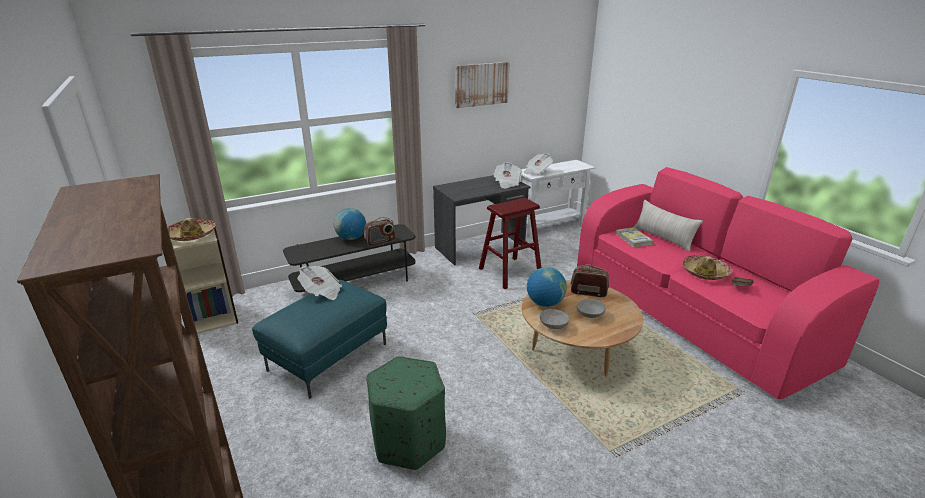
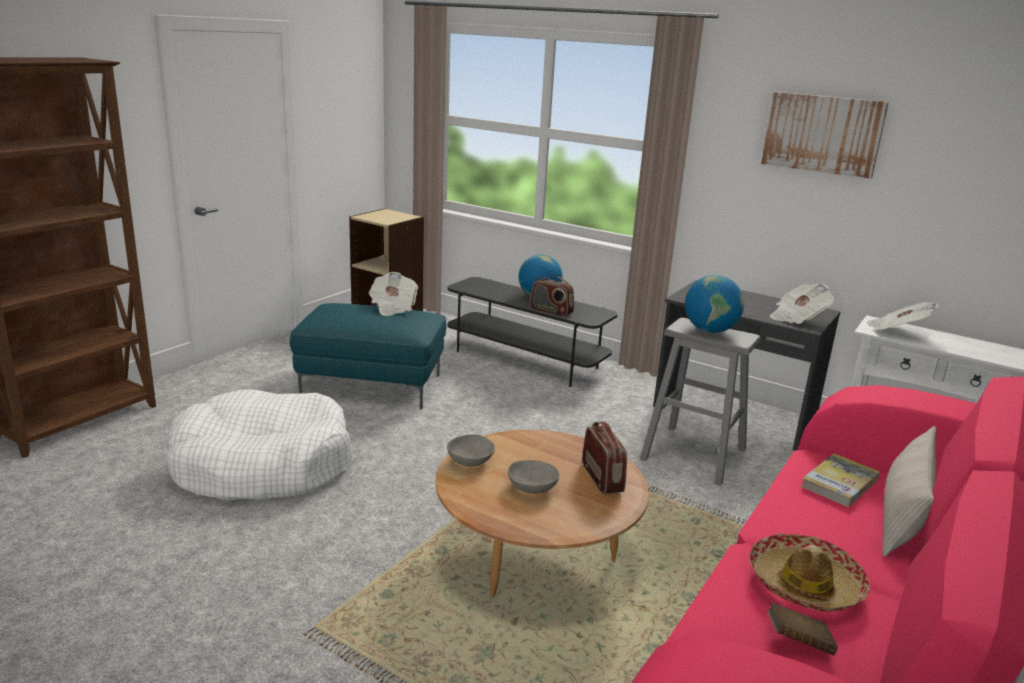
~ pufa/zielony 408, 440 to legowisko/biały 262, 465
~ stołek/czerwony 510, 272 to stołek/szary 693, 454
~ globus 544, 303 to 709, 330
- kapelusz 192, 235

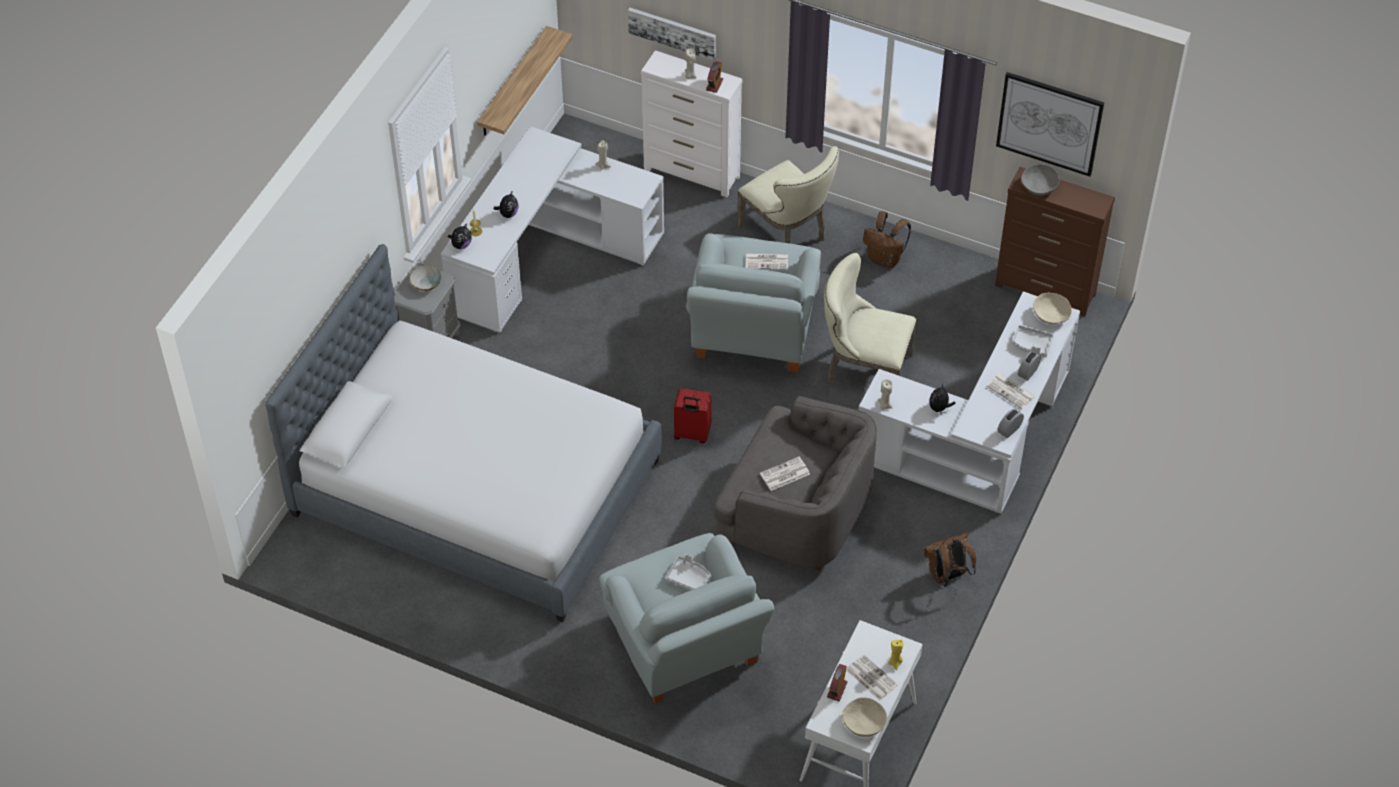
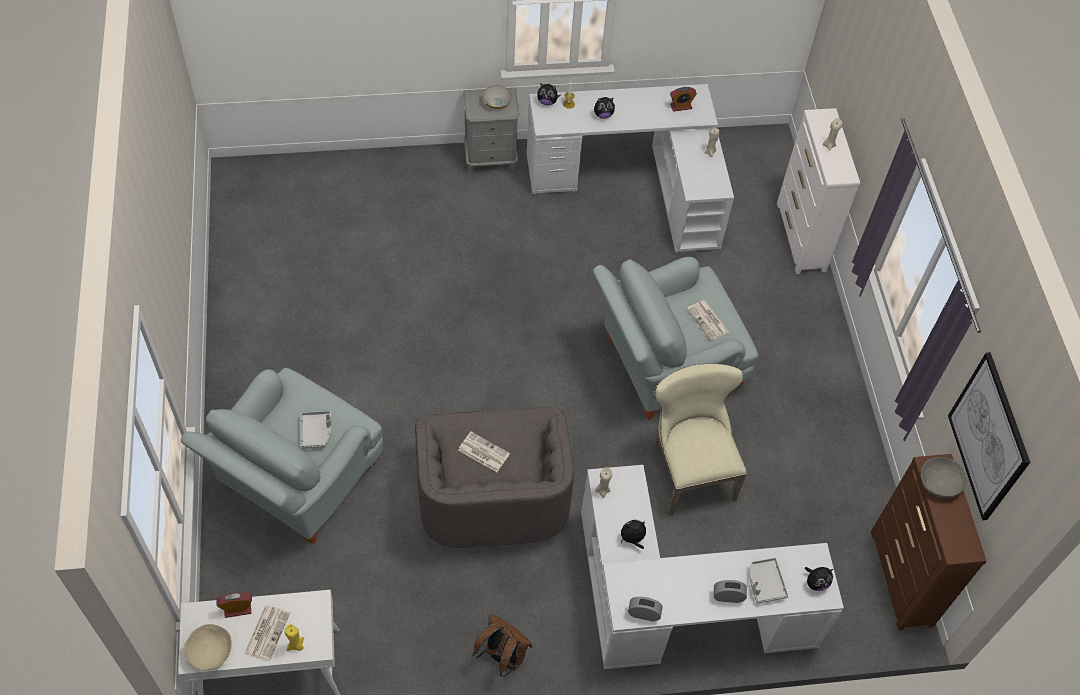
~ budzik 714, 85 to 681, 106
~ miska/beżowy 1051, 315 to pluszak 816, 583
- łóżko 476, 487
- półka 513, 83
- obraz 672, 32
- walizka/czerwony 692, 434
- krzesło/beżowy 787, 234
- plecak/brązowy 885, 259
- gazeta 1011, 391

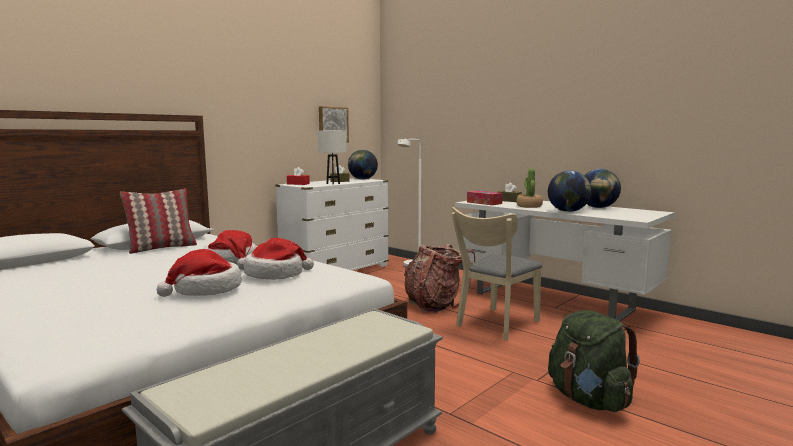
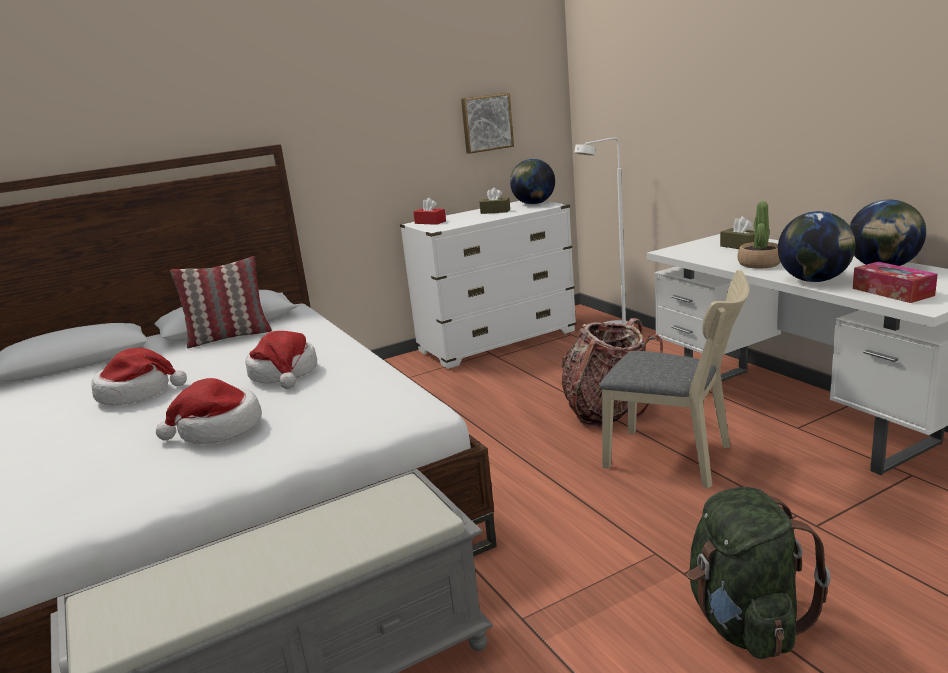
~ kapelusz 276, 274 to 136, 393
~ krzesło/beżowy 495, 325 = 677, 458 120 degrees counterclockwise
~ pudełko chusteczek 484, 203 to 892, 292
- lampa stołowa/biały 333, 184

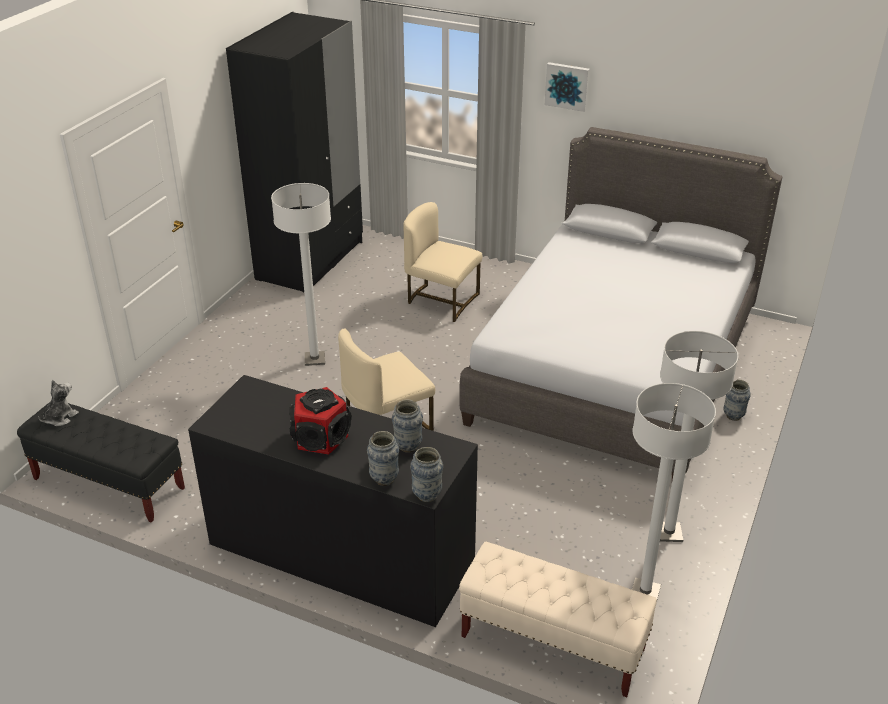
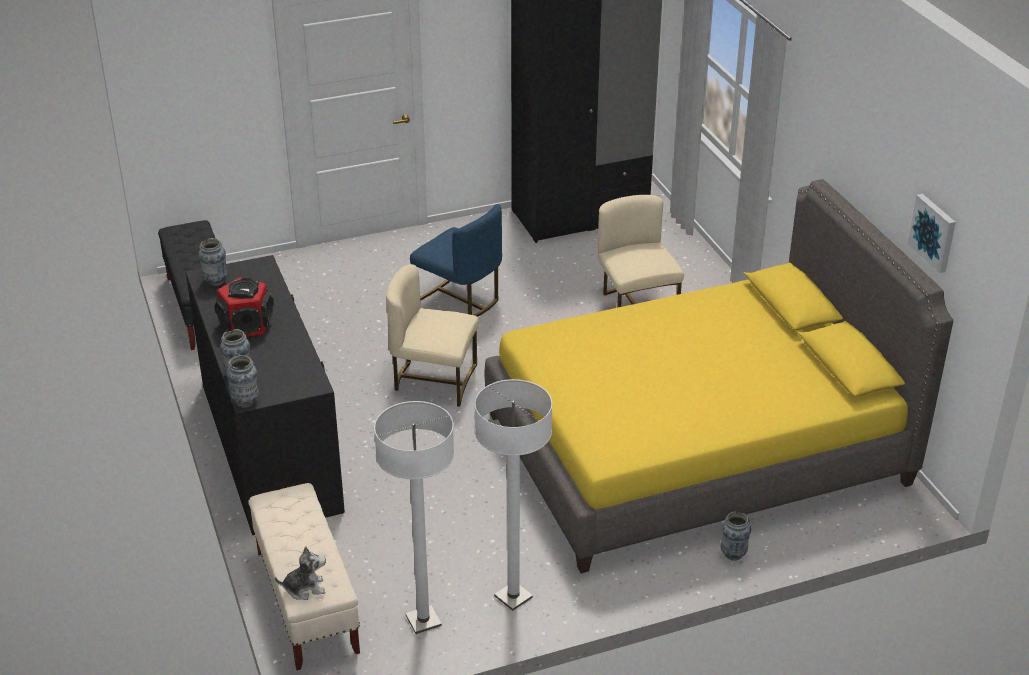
~ wazon 408, 446 to 215, 281
~ pluszak 60, 417 to 304, 588
~ lampa stojąca/biały 315, 359 to krzesło/niebieski 459, 299
~ łóżko/szary 614, 367 to łóżko/żółty 695, 448
~ obraz 567, 86 to 934, 232

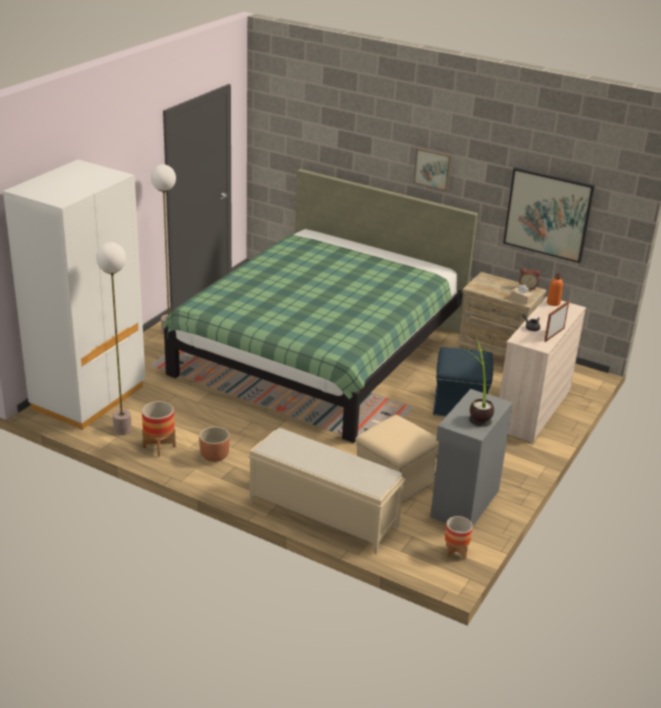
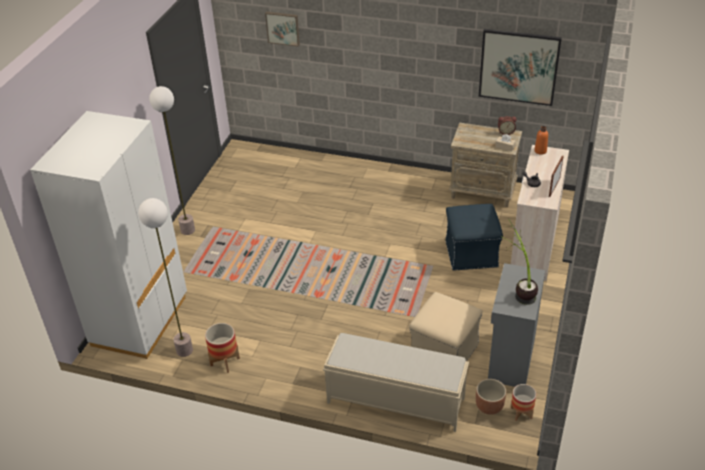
~ obraz 433, 168 to 283, 28
~ donica/brązowy 215, 456 to 489, 406
- łóżko/zielony 319, 352

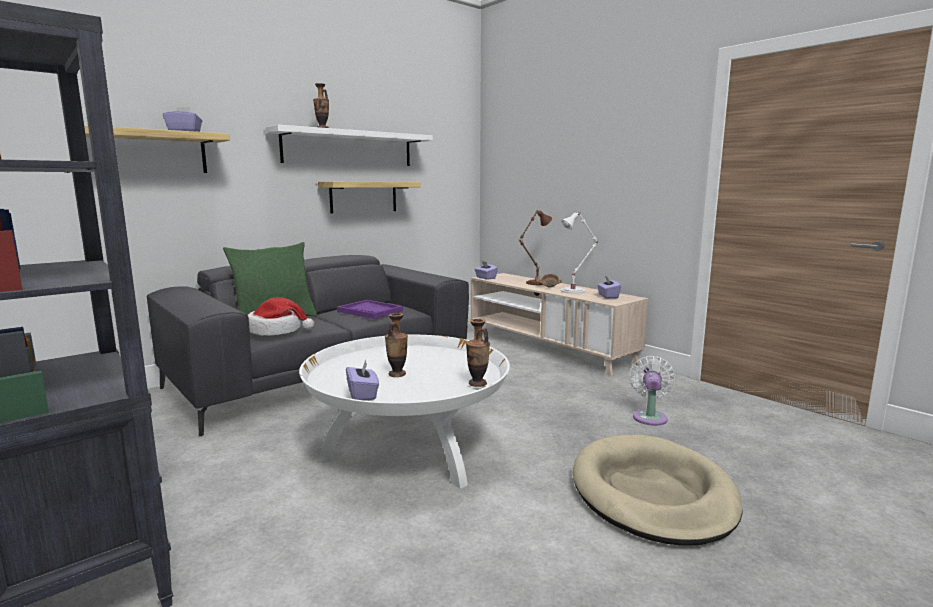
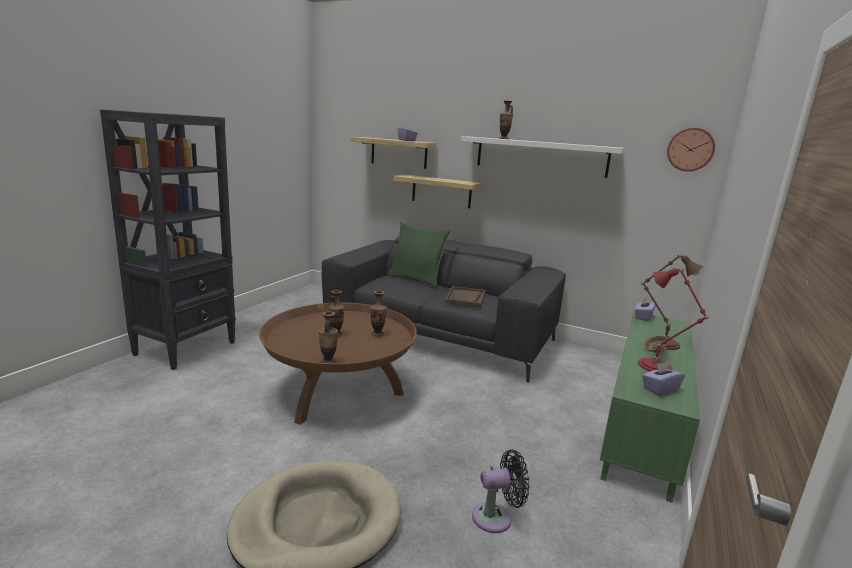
~ ława/biały 408, 451 to ława/brązowy 339, 392
+ wazon 377, 334
~ półka 363, 197 to 441, 191
~ taca/fioletowy 370, 311 to taca/brązowy 465, 298
~ wentylator/biały 649, 416 to wentylator/czarny 496, 517
~ szafka pod telewizor/beżowy 548, 347 to szafka pod telewizor/zielony 643, 423
~ lampa stołowa/biały 574, 291 to lampa stołowa/czerwony 657, 367
+ zegar ścienny 690, 149
- kapelusz 276, 331
- pudełko chusteczek/fioletowy 363, 394

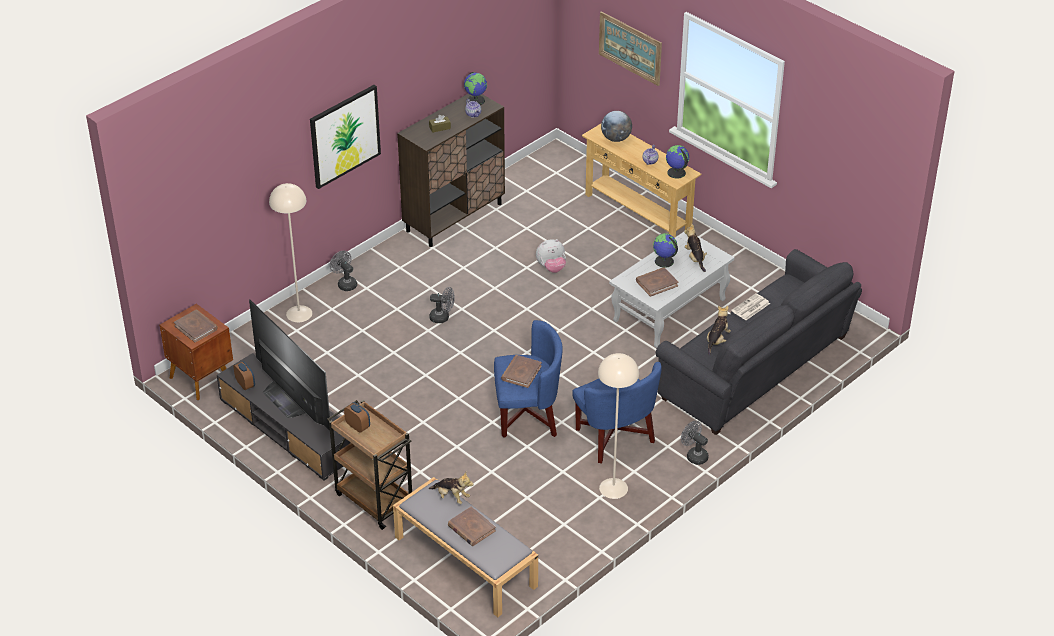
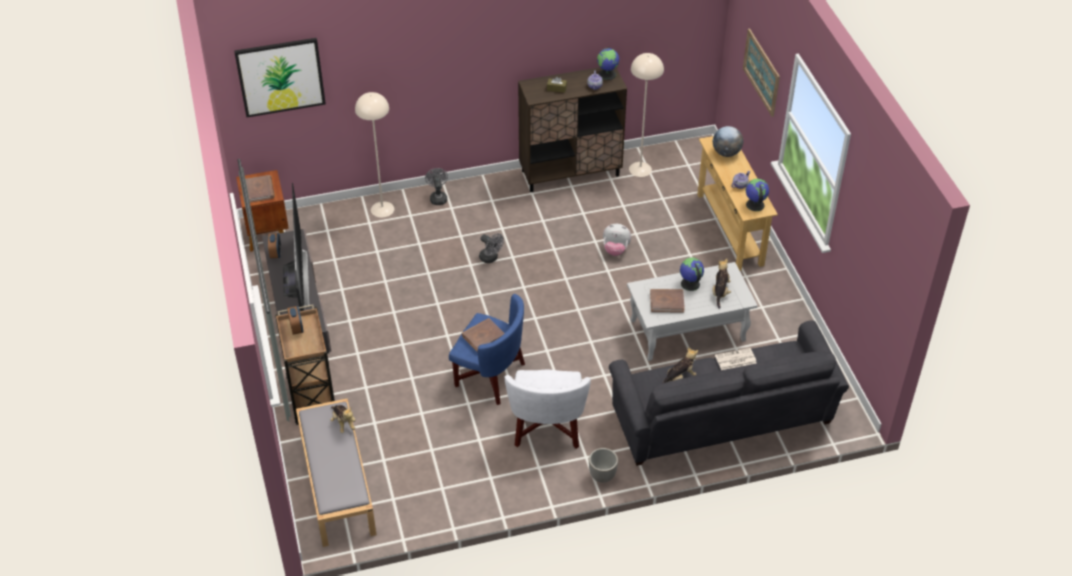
~ obraz 344, 136 to 280, 76
~ fotel/niebieski 614, 437 to fotel/biały 547, 427
~ wentylator/szary 694, 455 to donica 602, 476
~ lampa stojąca/beżowy 614, 488 to 640, 169
- książka/brązowy 471, 528

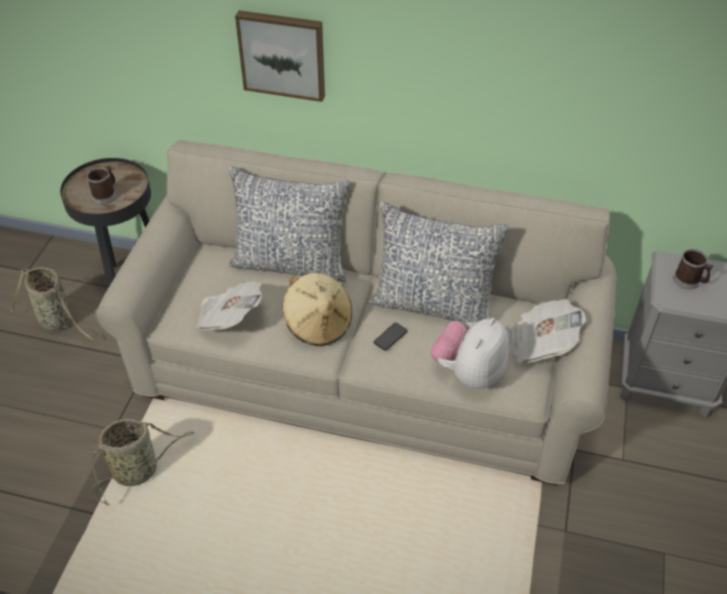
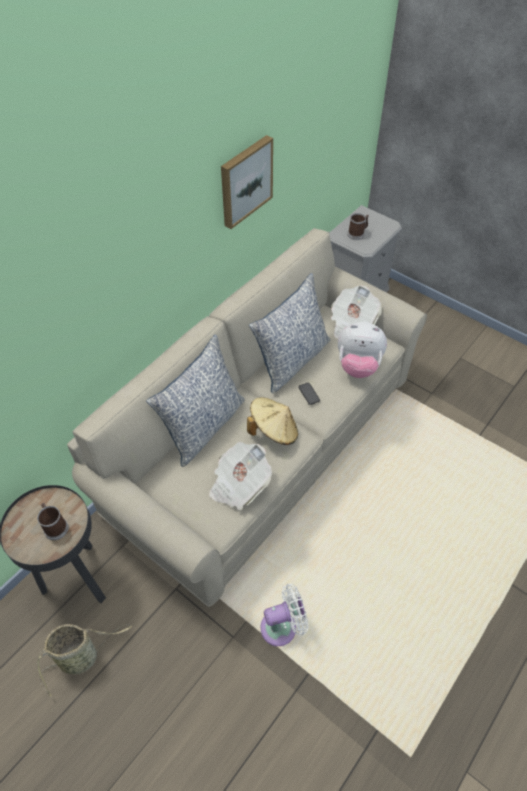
~ obraz 283, 54 to 245, 181
~ koszyk 139, 470 to wentylator/biały 282, 627
~ pluszak 468, 372 = 358, 366 45 degrees counterclockwise

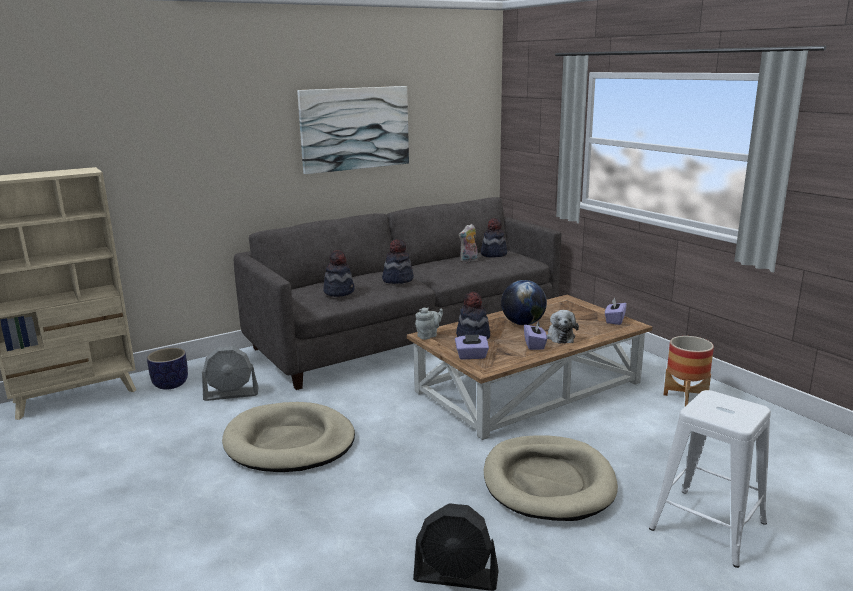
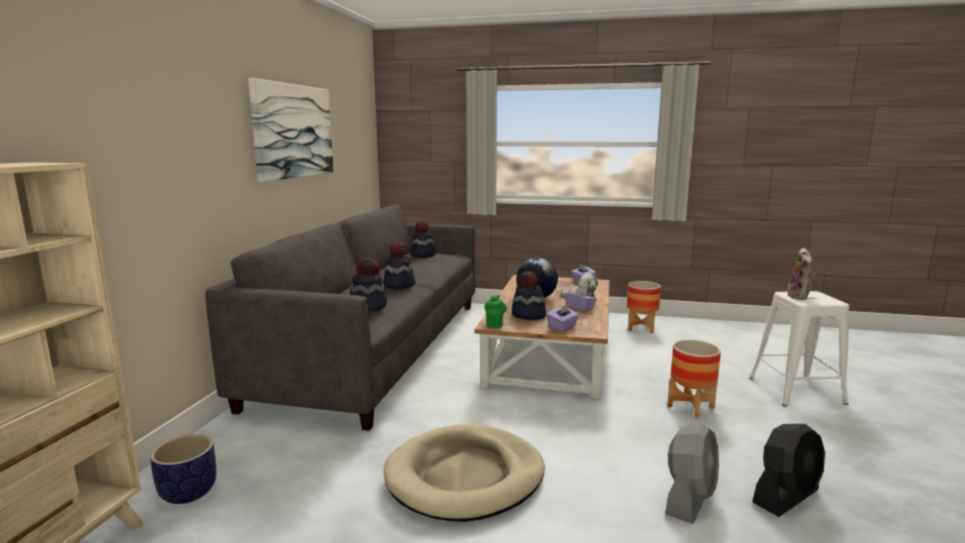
~ imbryk/szary 428, 336 to imbryk/zielony 495, 324
~ wentylator/szary 231, 394 to 689, 498
~ legowisko/beżowy 548, 482 to donica 690, 407
~ pluszak 469, 261 to 800, 297

